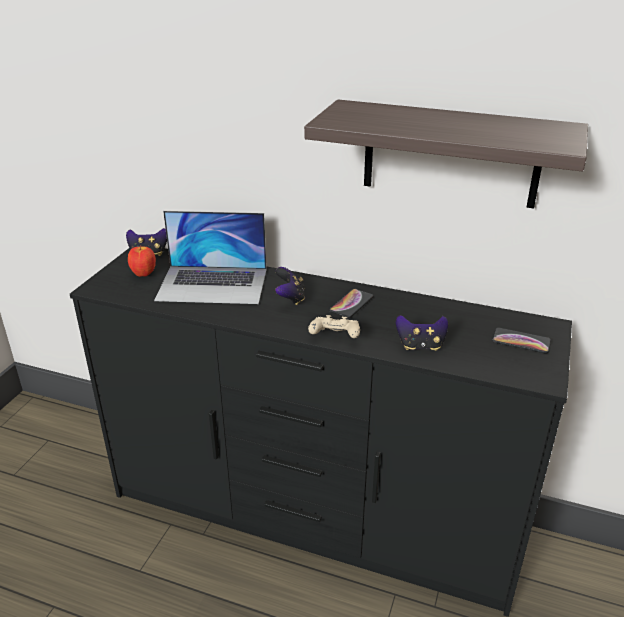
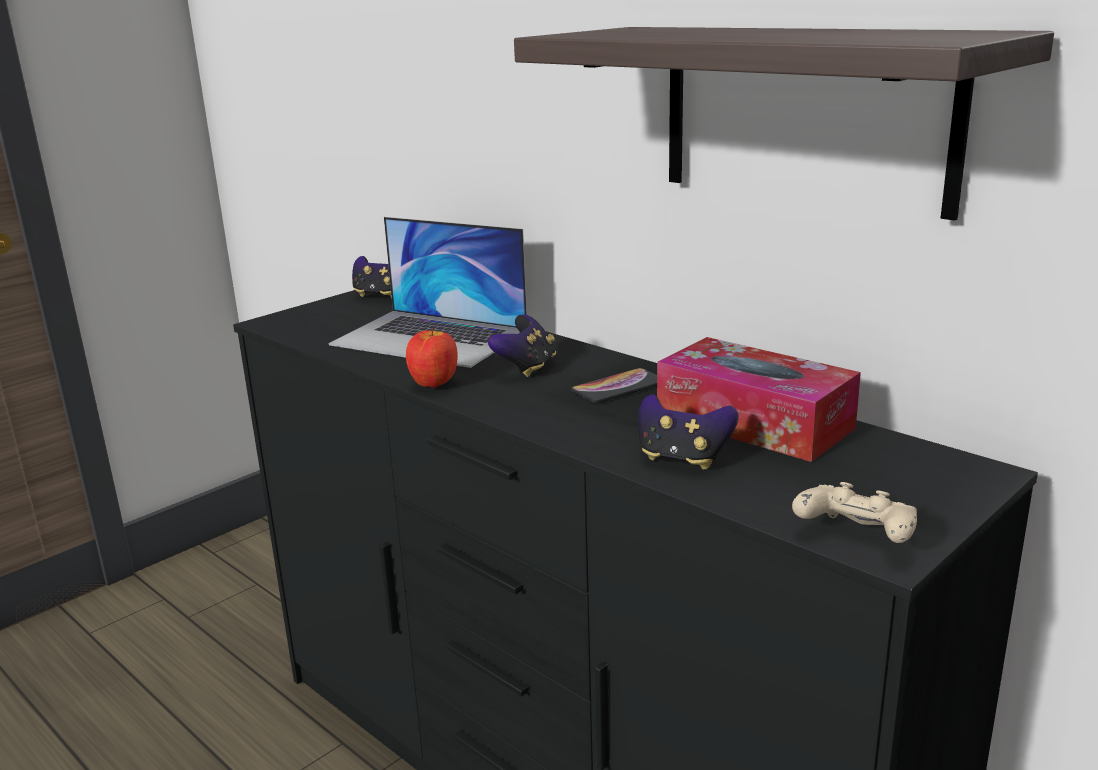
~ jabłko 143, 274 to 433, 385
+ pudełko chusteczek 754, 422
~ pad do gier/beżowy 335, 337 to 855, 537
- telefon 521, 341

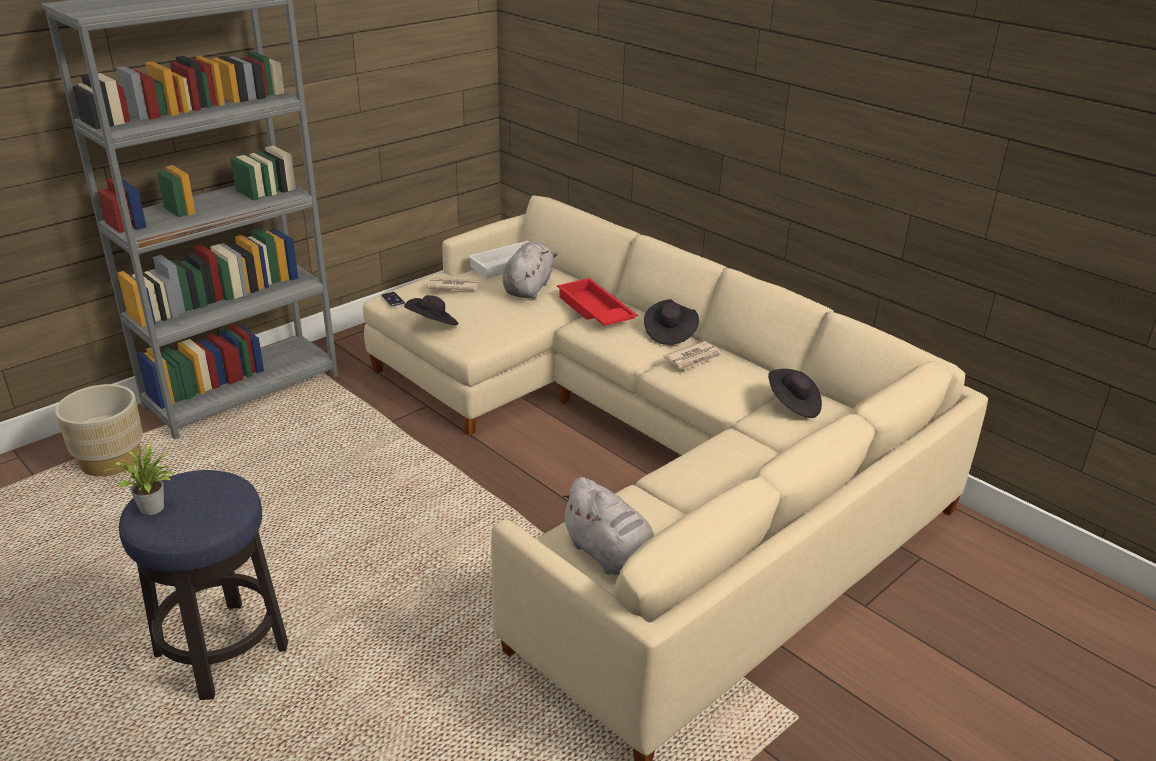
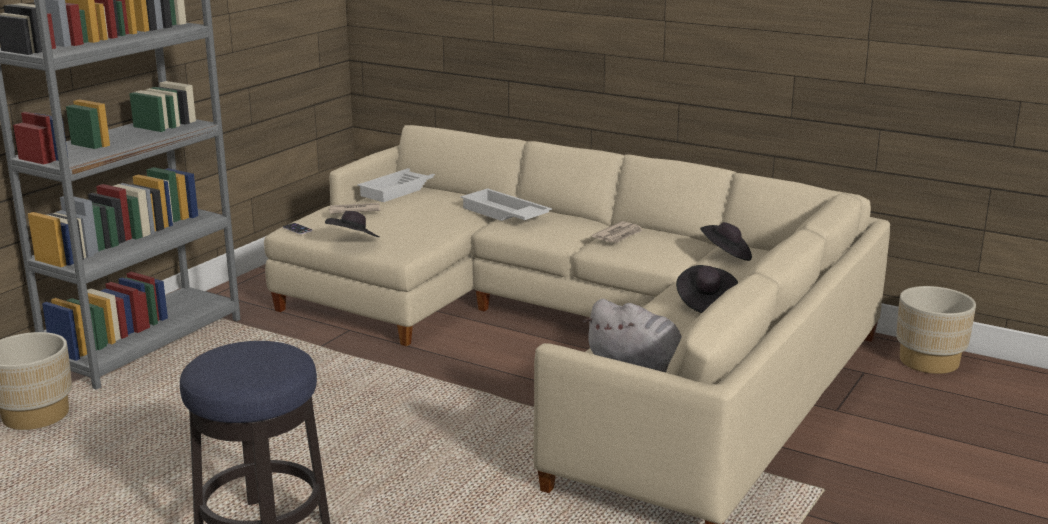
~ taca/czerwony 594, 311 to taca/biały 503, 214
~ kapelusz/czarny 669, 333 to 705, 302
+ donica/beżowy 929, 361
- roślina doniczkowa 154, 509
- pluszak/szary 528, 288

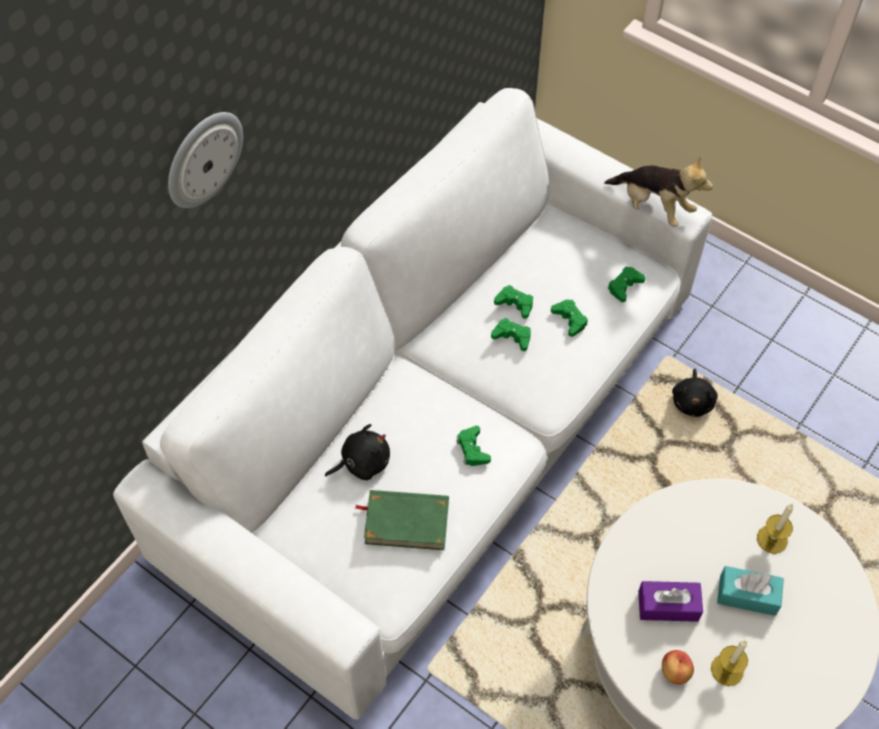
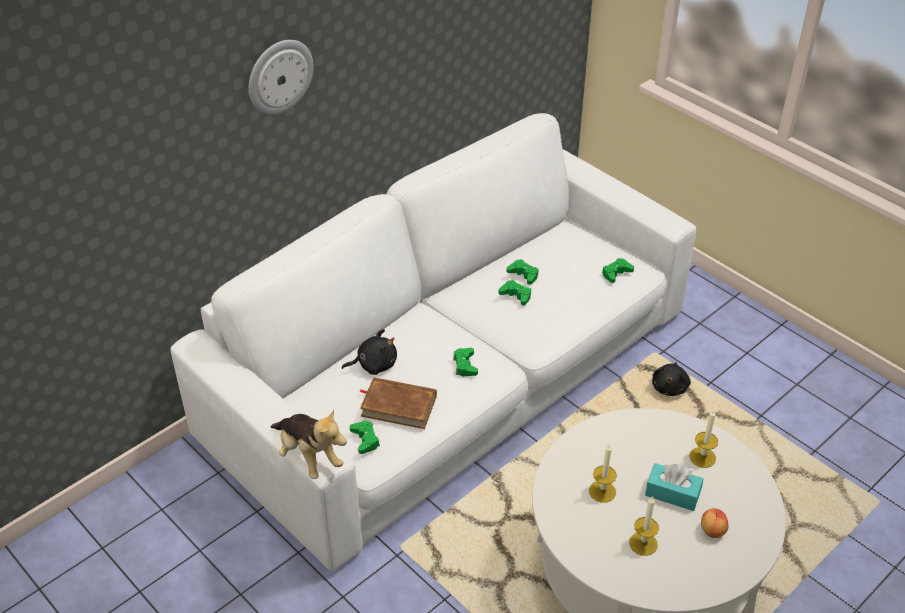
~ pluszak 653, 207 to 308, 457
~ pad do gier/zielony 569, 320 to 365, 439
~ książka/zielony 406, 521 to książka/brązowy 398, 406
~ pudełko chusteczek/fioletowy 668, 606 to świeca 602, 491
~ jabłko 674, 672 to 712, 531

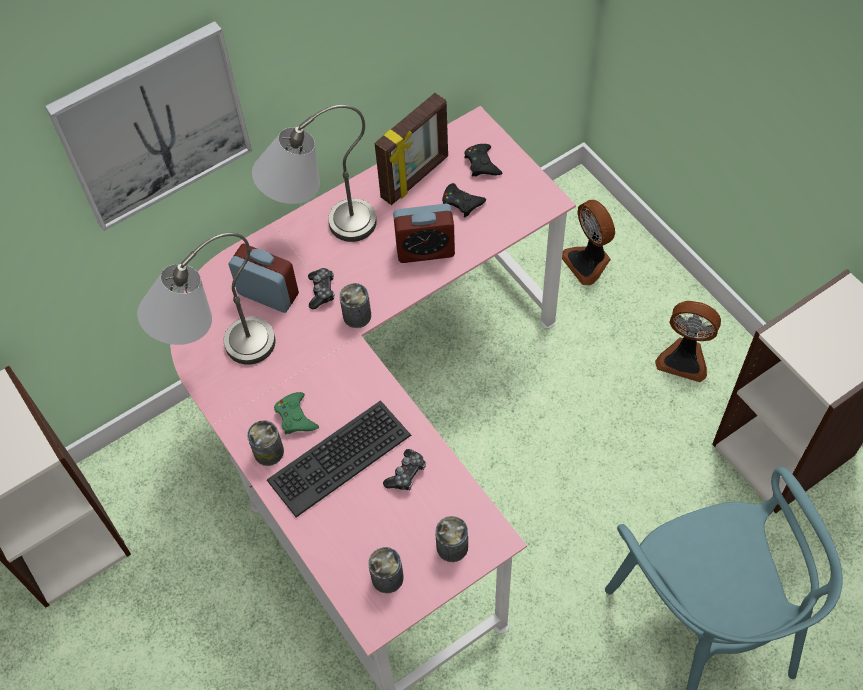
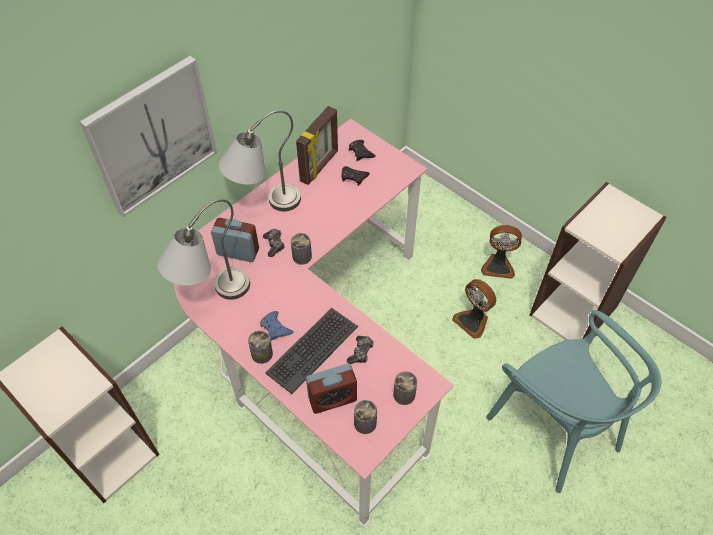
~ pad do gier/zielony 295, 417 to pad do gier/niebieski 275, 328
~ budzik 425, 250 to 332, 398
~ wentylator 588, 262 to 473, 321

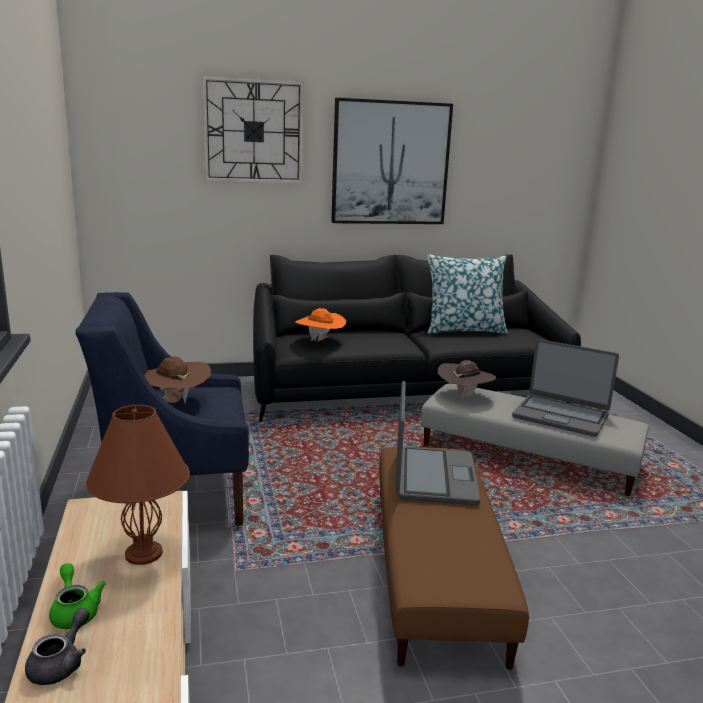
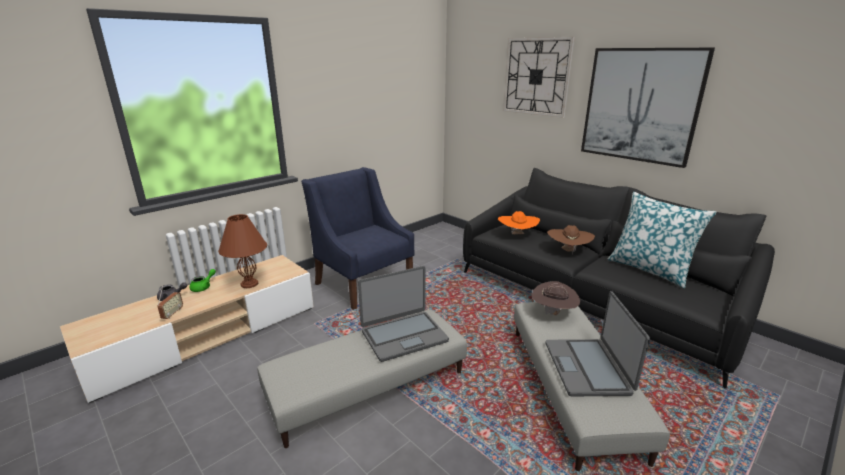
+ radio 172, 314
~ pufa/brązowy 435, 566 to pufa/szary 368, 386
~ kapelusz/brązowy 174, 402 to 568, 251

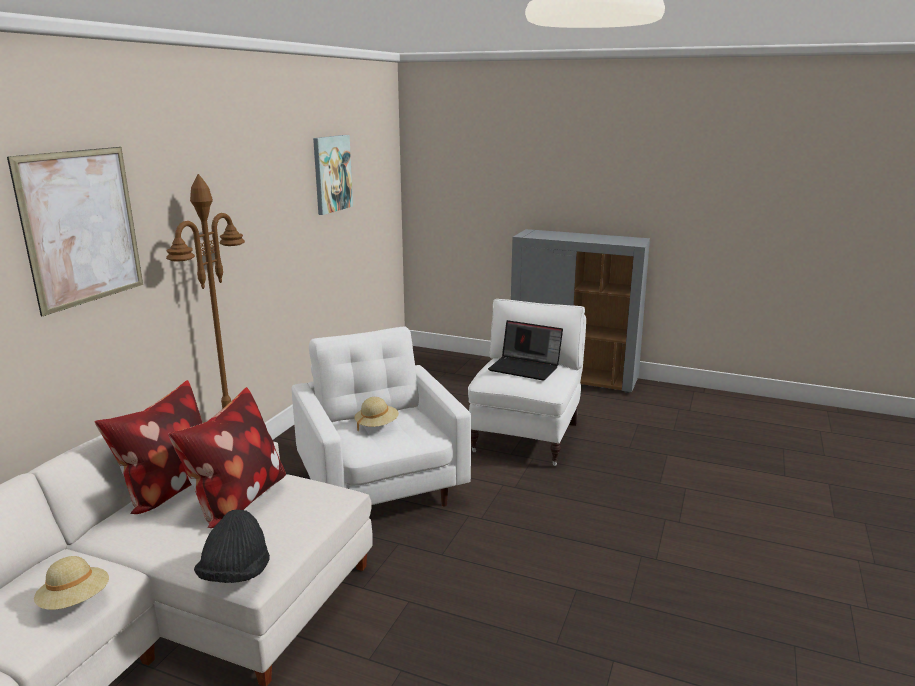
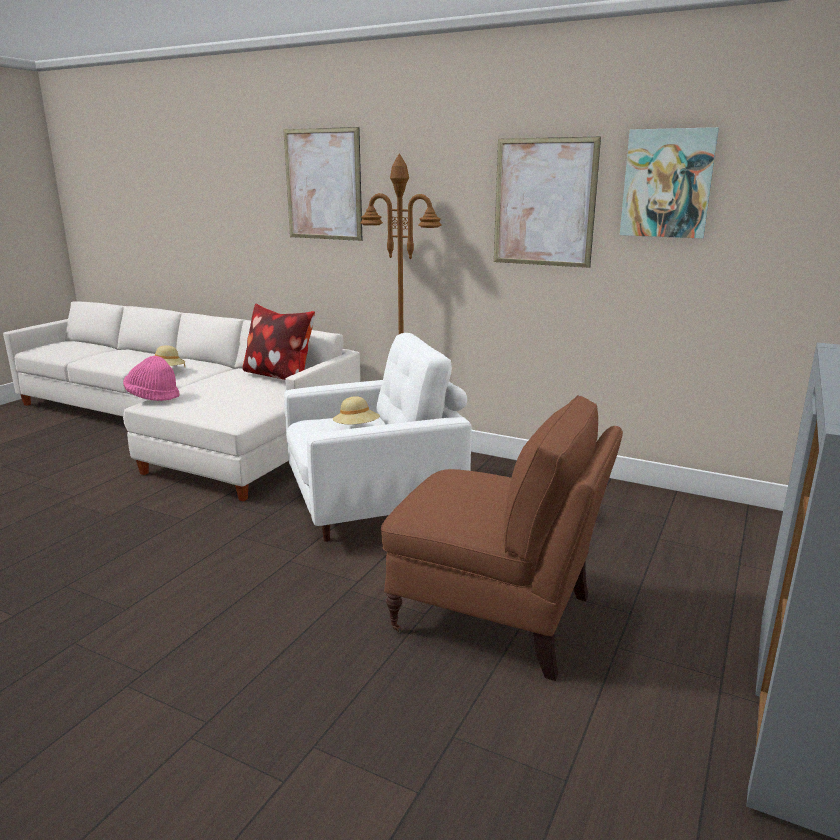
~ kapelusz/czarny 235, 574 to kapelusz/różowy 153, 396
~ fotel/biały 527, 436 to fotel/brązowy 497, 615
+ obraz 544, 203
- poduszka 236, 500
- laptop 526, 368

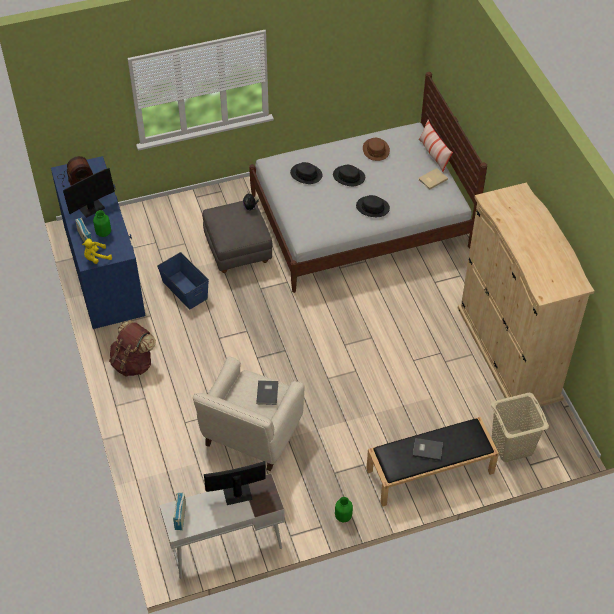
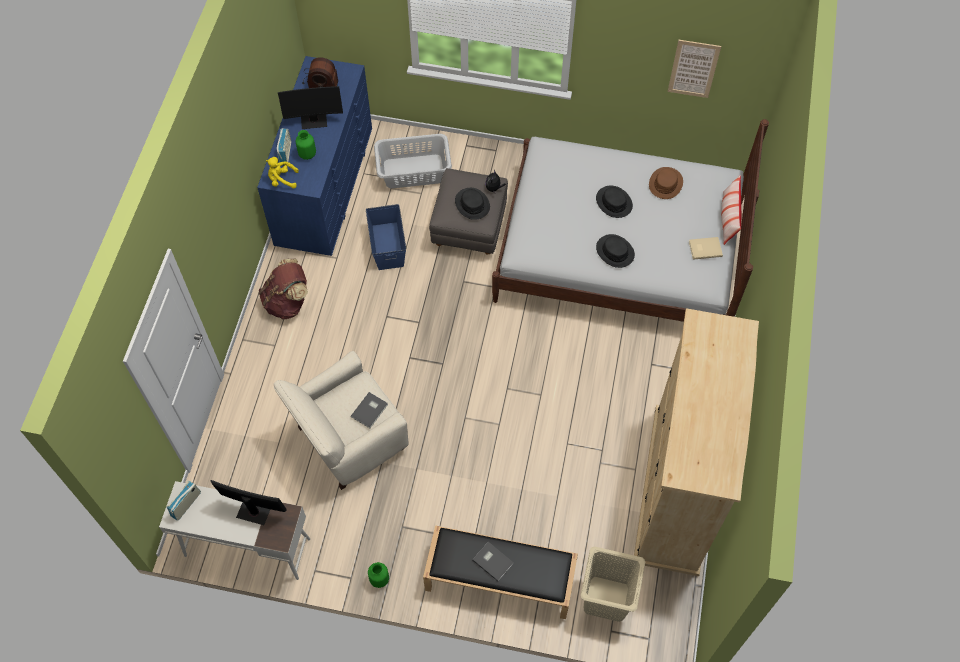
+ kosz na pranie/szary 414, 172
~ kapelusz/czarny 306, 174 to 472, 204
+ obraz 693, 69

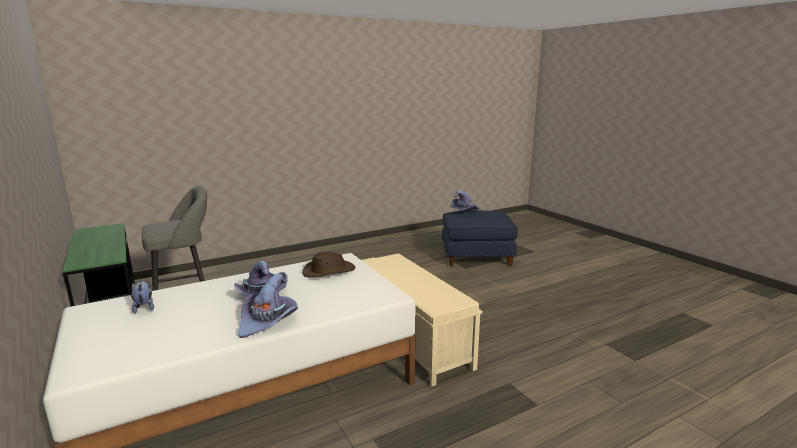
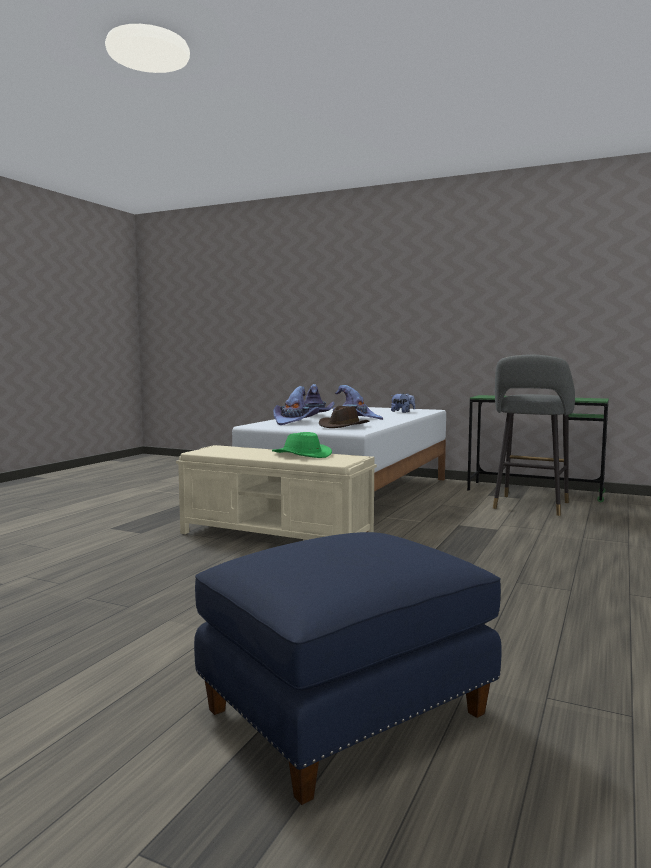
+ kapelusz/zielony 301, 455
~ kapelusz/fioletowy 465, 211 to 294, 422

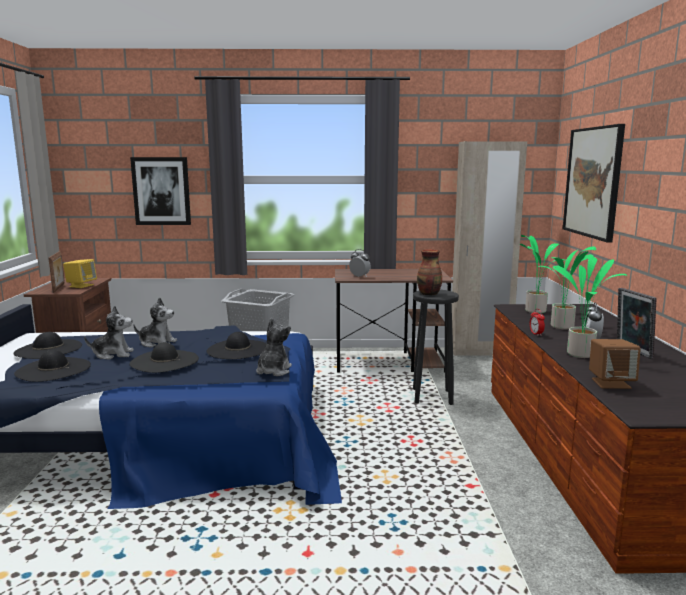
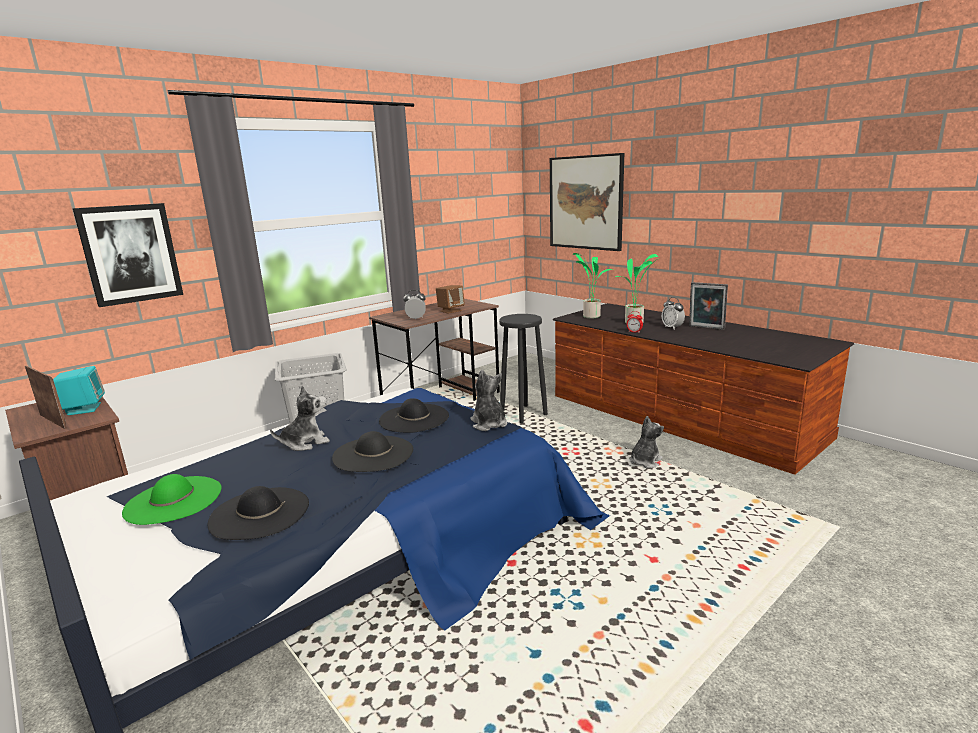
~ głośnik/żółty 81, 285 to głośnik/turkusowy 84, 409
~ kapelusz/czarny 48, 349 to kapelusz/zielony 173, 500
~ głośnik/brązowy 611, 383 to 450, 311
~ pluszak 113, 354 to 645, 461
- wazon 429, 294
- szafa/beżowy 480, 352
- roślina doniczkowa 582, 354

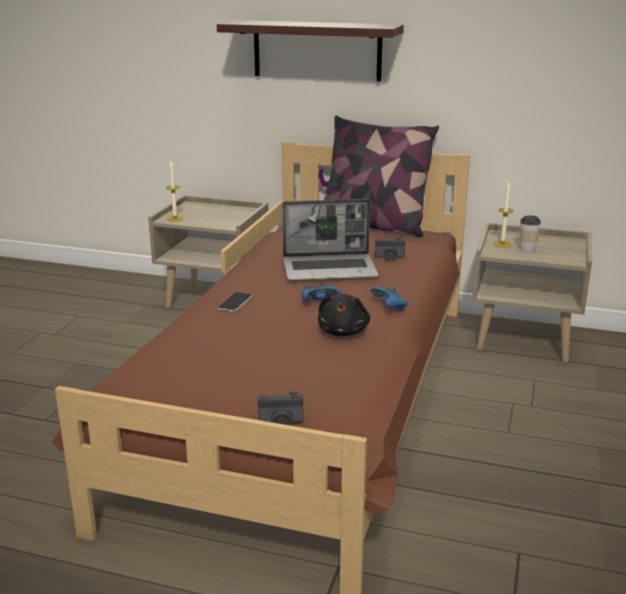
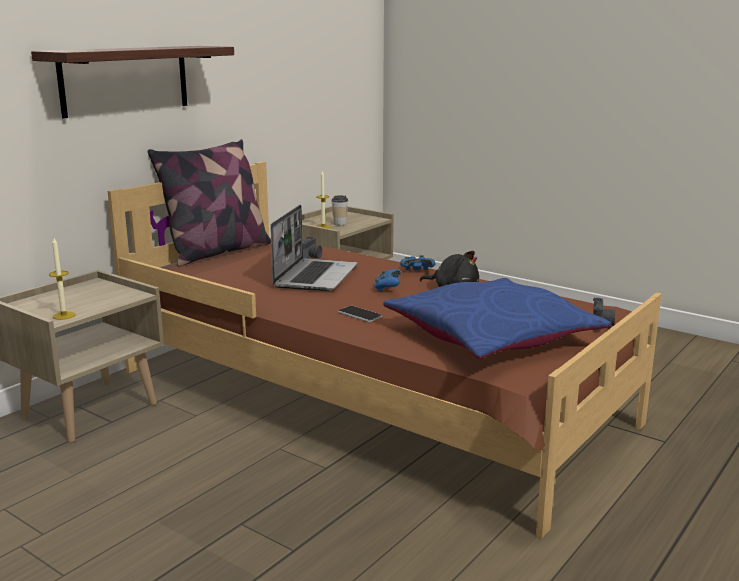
+ poduszka/niebieski 492, 336

